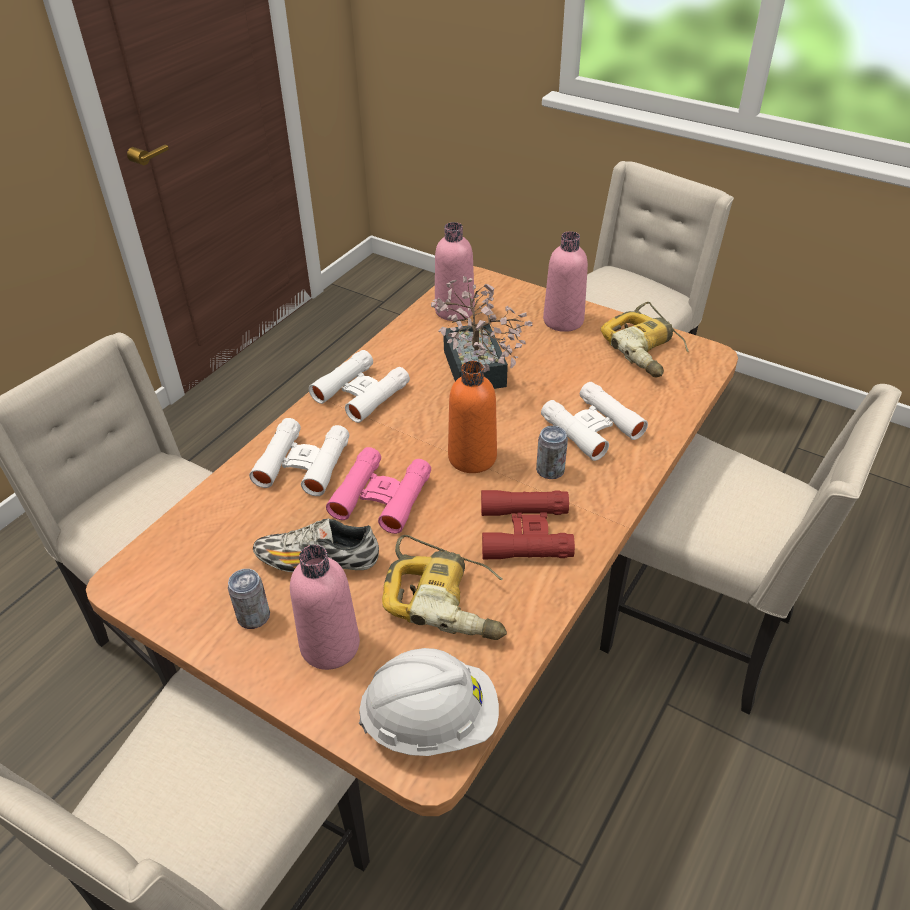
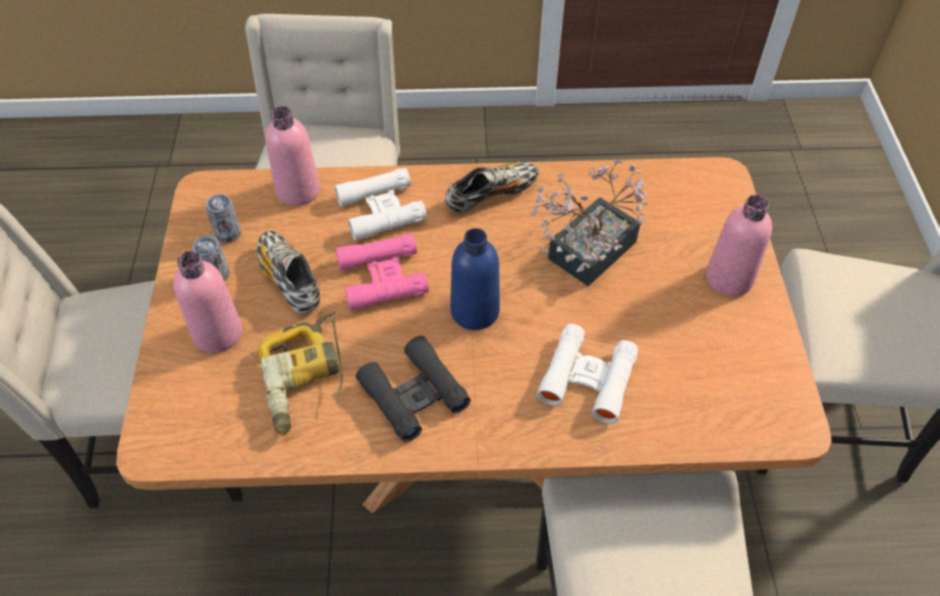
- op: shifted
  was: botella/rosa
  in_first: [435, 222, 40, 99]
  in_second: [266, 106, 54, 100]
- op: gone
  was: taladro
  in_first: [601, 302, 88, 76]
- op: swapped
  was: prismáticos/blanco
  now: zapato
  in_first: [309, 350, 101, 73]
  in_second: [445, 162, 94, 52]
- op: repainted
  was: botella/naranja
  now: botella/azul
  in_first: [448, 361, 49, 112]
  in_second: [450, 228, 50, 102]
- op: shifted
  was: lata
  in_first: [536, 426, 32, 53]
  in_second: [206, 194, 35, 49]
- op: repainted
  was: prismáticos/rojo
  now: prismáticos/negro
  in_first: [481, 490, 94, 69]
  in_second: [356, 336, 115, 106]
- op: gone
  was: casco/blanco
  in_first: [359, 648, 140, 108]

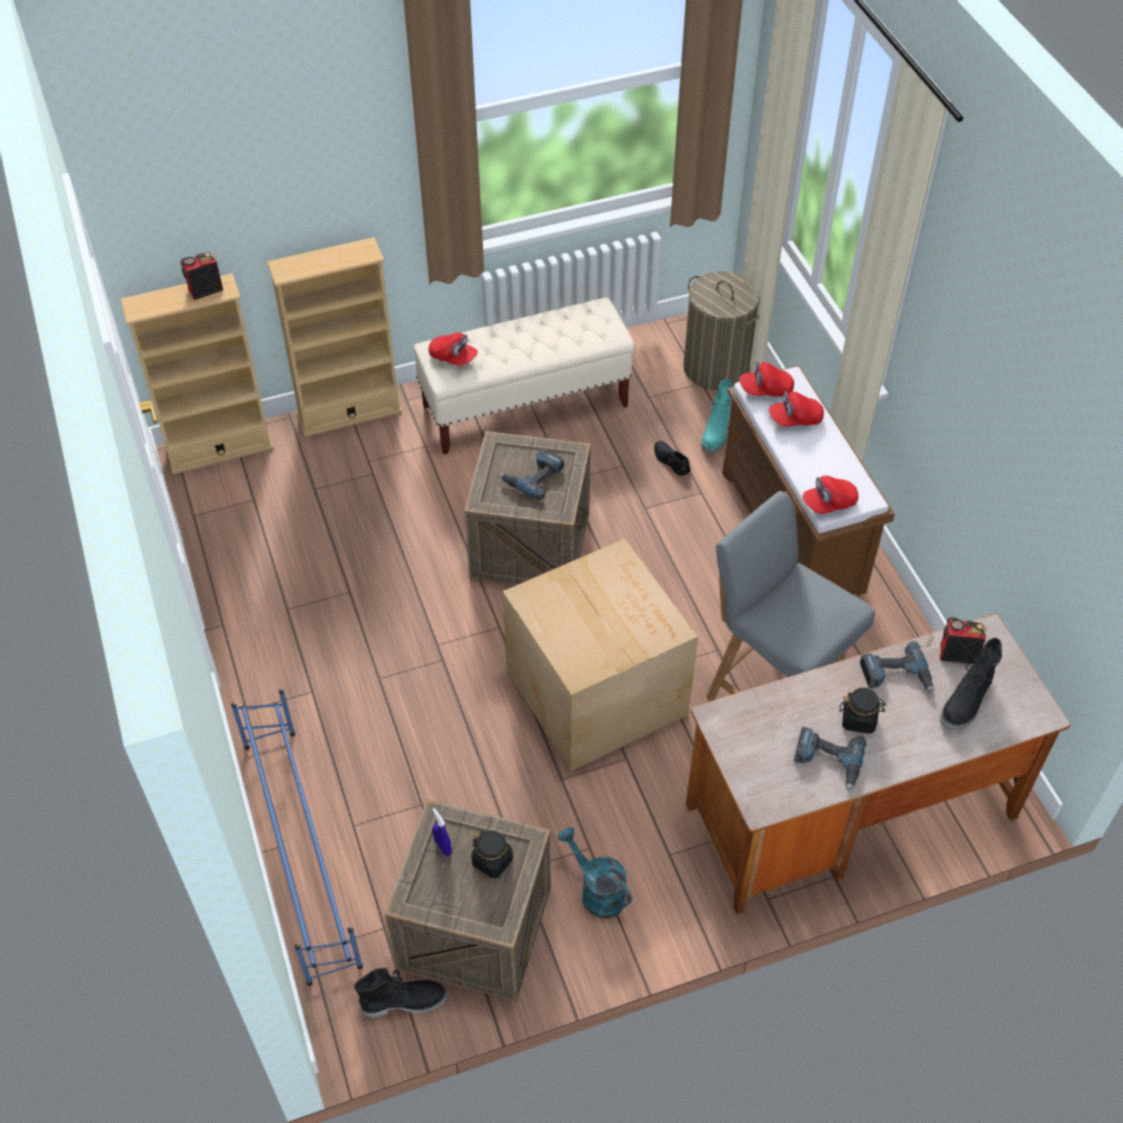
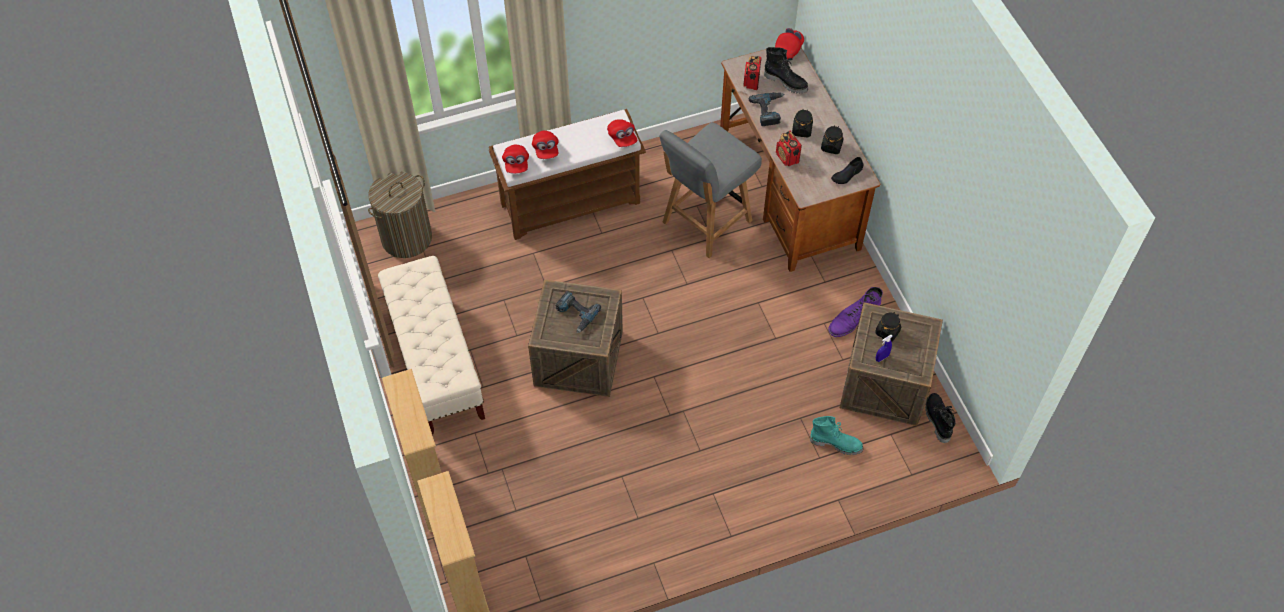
- op: shifted
  was: radio
  in_first: [181, 252, 42, 48]
  in_second: [776, 131, 26, 35]
- op: shifted
  was: gorra/rojo
  in_first: [428, 332, 50, 34]
  in_second: [775, 28, 29, 31]
- op: shifted
  was: bota/turquesa
  in_first: [701, 379, 31, 75]
  in_second: [810, 416, 53, 39]
- op: shifted
  was: zapato/negro
  in_first: [654, 441, 37, 35]
  in_second: [831, 157, 33, 27]
- op: gone
  was: caja de cartón
  in_first: [503, 539, 195, 232]
- op: gone
  was: zapatero/azul
  in_first: [231, 689, 132, 297]
- op: swapped
  was: taladro
  now: tarro/negro
  in_first: [794, 727, 72, 65]
  in_second: [821, 125, 23, 29]
- op: swapped
  was: regadera/turquesa
  now: bota/morado
  in_first: [558, 827, 74, 91]
  in_second: [828, 287, 55, 50]

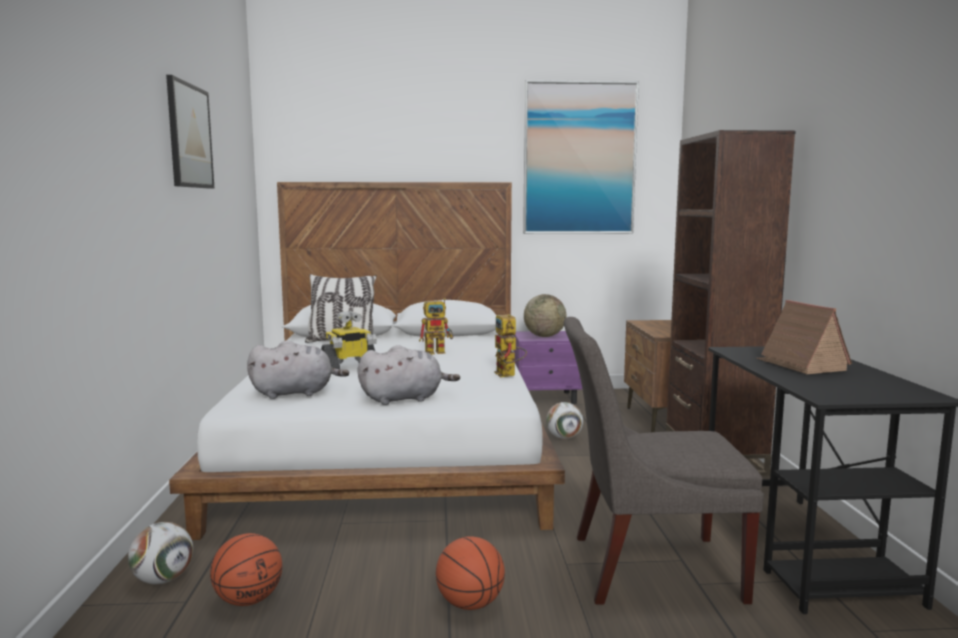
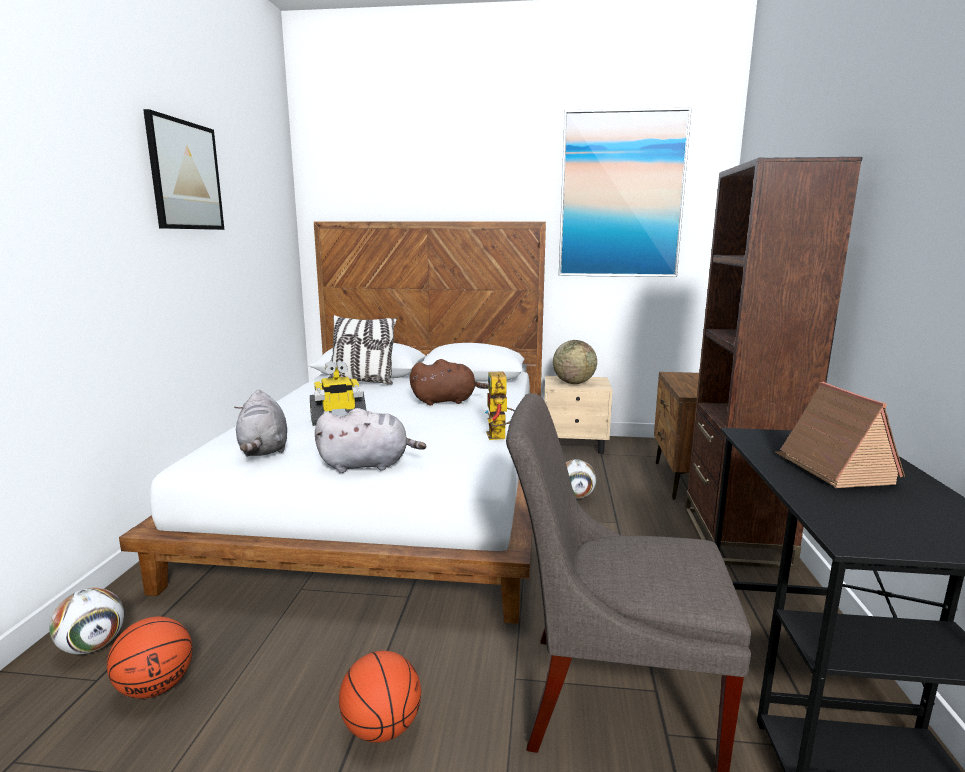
- op: swapped
  was: robot de juguete
  now: peluche/marrón
  in_first: [419, 298, 34, 56]
  in_second: [410, 359, 78, 46]
- op: repainted
  was: mesita de noche/morado
  now: mesita de noche/beis
  in_first: [513, 331, 69, 73]
  in_second: [545, 376, 68, 78]
- op: rotated
  was: peluche/gris
  in_first: [247, 340, 102, 59]
  in_second: [234, 390, 53, 66]
  clockwise: 75

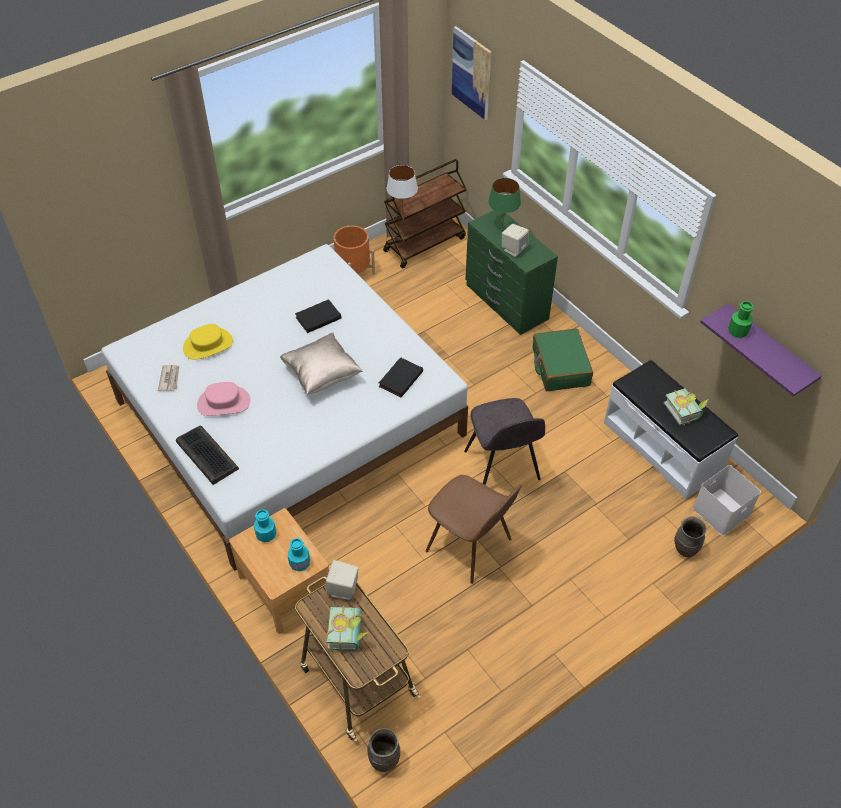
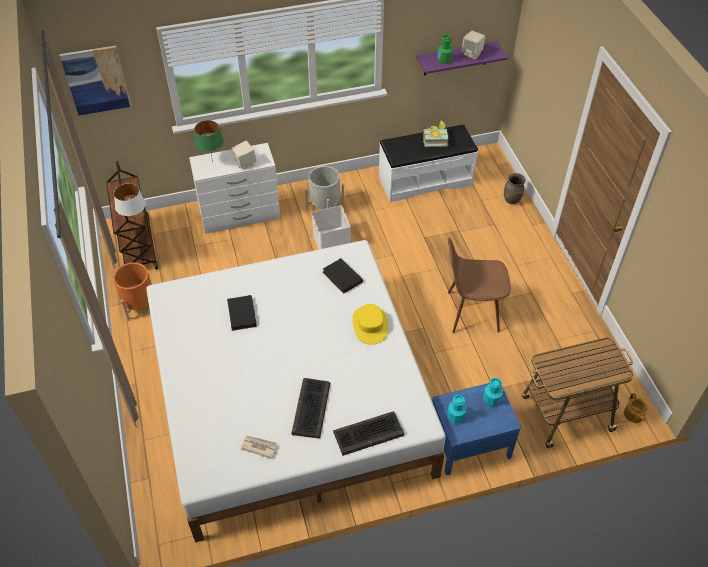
- op: repainted
  was: cómoda/verde
  now: cómoda/blanco
  in_first: [465, 210, 93, 125]
  in_second: [189, 143, 91, 91]
- op: shifted
  was: sombrero/amarillo
  in_first: [183, 324, 50, 36]
  in_second: [353, 304, 35, 41]
- op: swapped
  was: maleta/verde
  now: maceta/gris
  in_first: [533, 328, 60, 63]
  in_second: [305, 166, 39, 45]
- op: gone
  was: cojín/beis
  in_first: [280, 333, 83, 61]
- op: swapped
  was: sombrero/rosa
  now: teclado
  in_first: [197, 382, 53, 34]
  in_second: [291, 378, 39, 61]
- op: gone
  was: silla/gris
  in_first: [464, 398, 81, 87]
- op: shifted
  was: caja de almacenaje/blanco
  in_first: [693, 465, 68, 71]
  in_second: [312, 205, 38, 44]
- op: rotated
  was: silla/marrón
  in_first: [426, 475, 96, 109]
  in_second: [448, 237, 63, 96]
  clockwise: -150
- op: repainted
  was: mesita de noche/marrón
  now: mesita de noche/azul
  in_first: [229, 508, 104, 126]
  in_second: [432, 383, 89, 92]
- op: shifted
  was: altavoz/beis
  in_first: [326, 560, 32, 40]
  in_second: [462, 31, 24, 28]
- op: gone
  was: libro
  in_first: [326, 606, 43, 46]
- op: swapped
  was: florero/marrón
  now: tetera
  in_first: [367, 729, 33, 43]
  in_second: [624, 393, 24, 30]

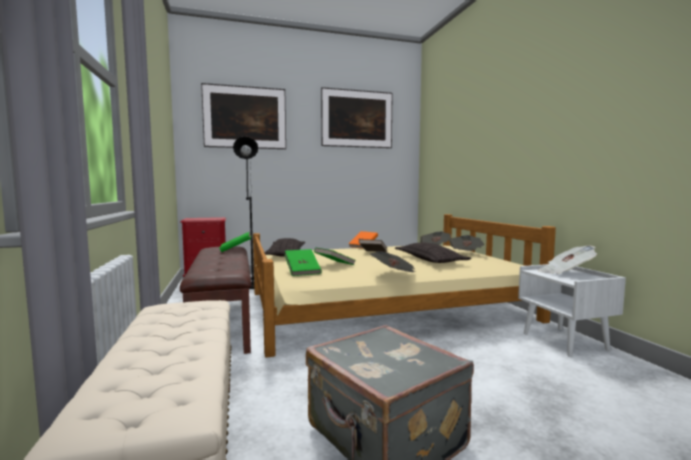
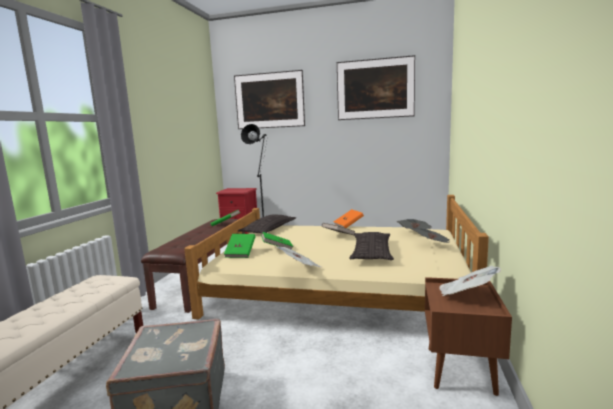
- op: repainted
  was: mesita de noche/blanco
  now: mesita de noche/marrón
  in_first: [518, 264, 108, 93]
  in_second: [425, 277, 87, 119]

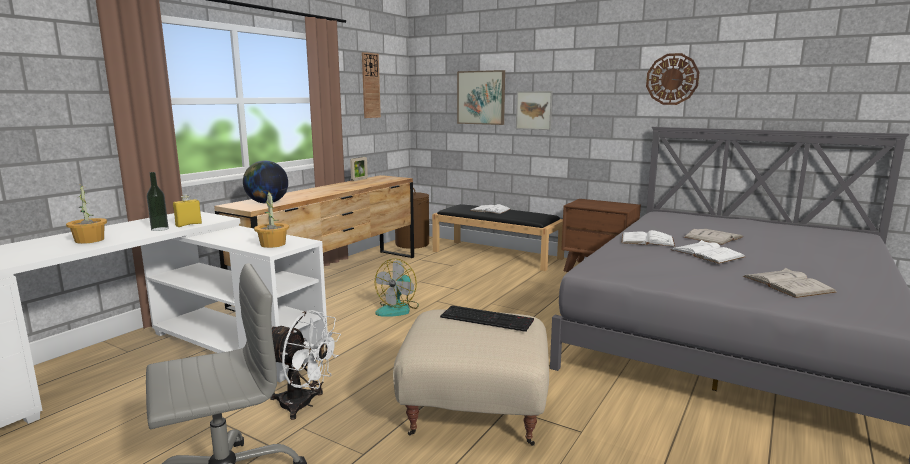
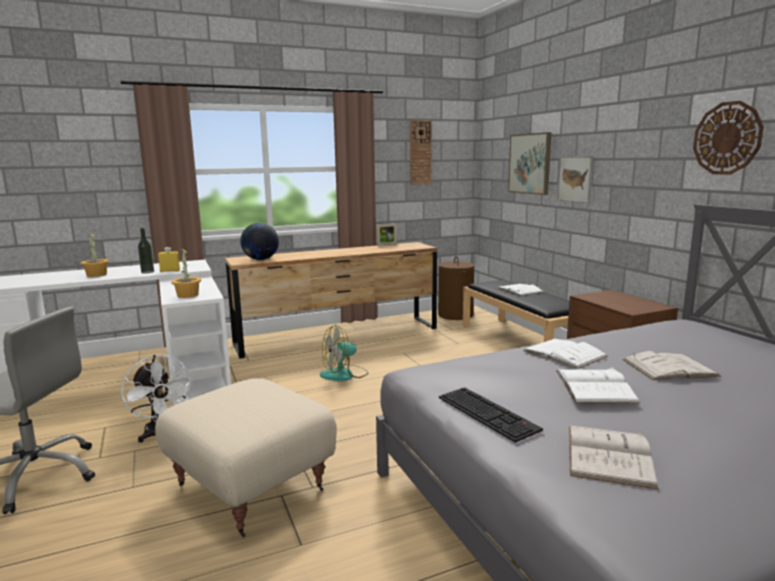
- op: shifted
  was: teclado
  in_first: [440, 305, 94, 27]
  in_second: [439, 387, 104, 56]

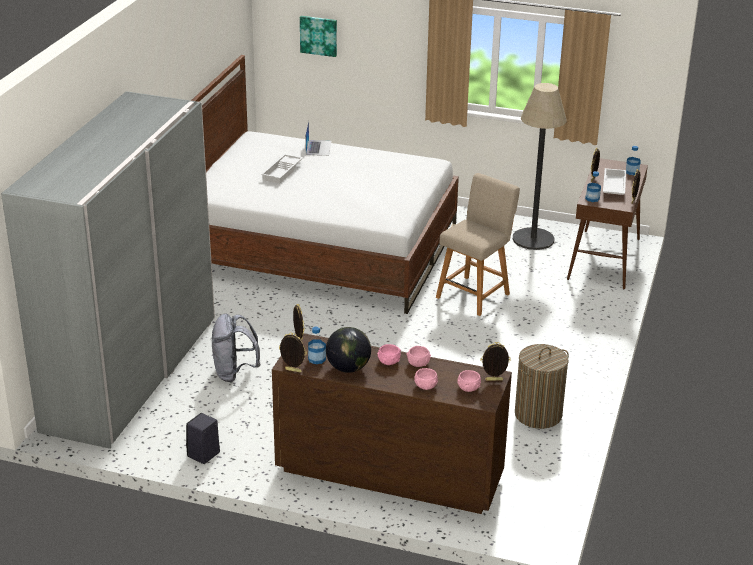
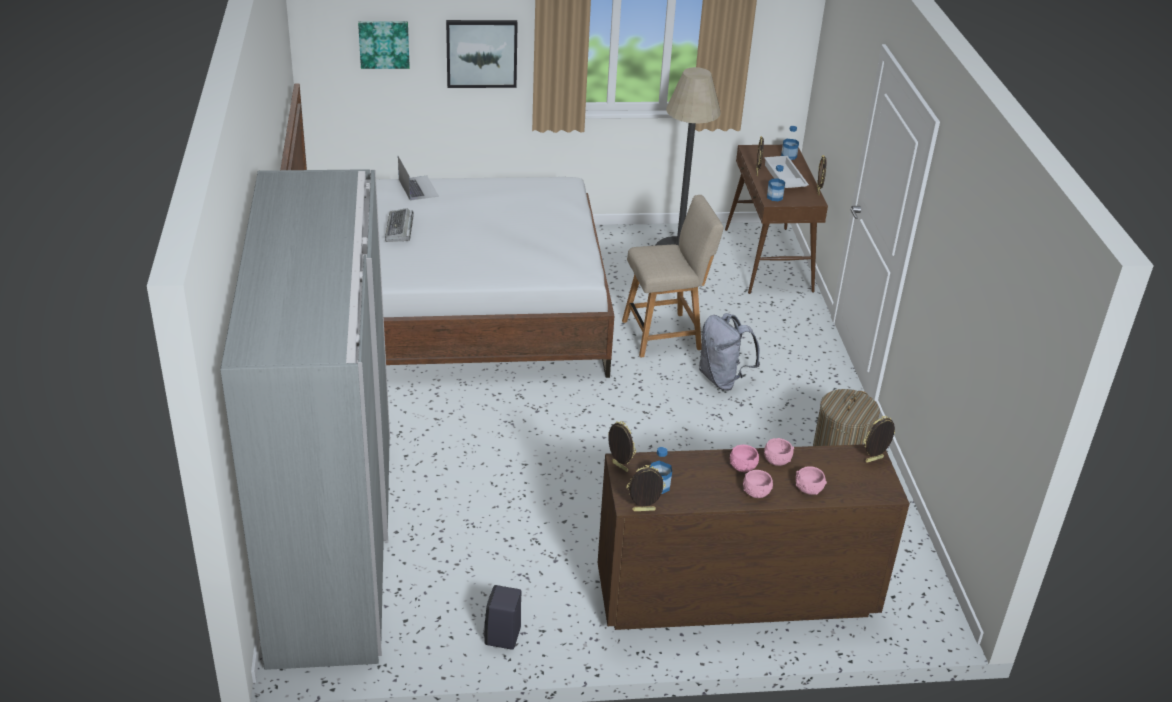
- op: swapped
  was: bandeja/blanco
  now: teclado
  in_first: [261, 154, 42, 30]
  in_second: [385, 208, 29, 34]
- op: rotated
  was: silla/beis
  in_first: [436, 173, 84, 143]
  in_second: [622, 195, 101, 162]
  clockwise: 60
- op: shifted
  was: mochila/gris
  in_first: [212, 314, 48, 68]
  in_second: [699, 313, 61, 78]
- op: gone
  was: globo terráqueo
  in_first: [326, 327, 45, 46]
- op: shifted
  was: cuenco/rosa
  in_first: [457, 370, 24, 22]
  in_second: [743, 470, 30, 28]
- op: new
  now: cuadro
  in_second: [446, 20, 72, 68]

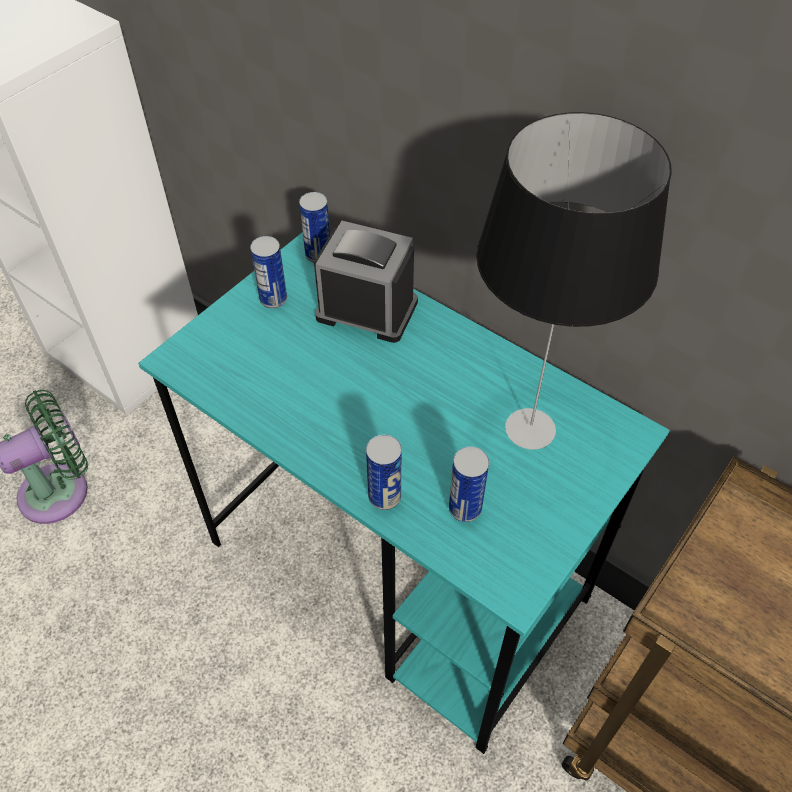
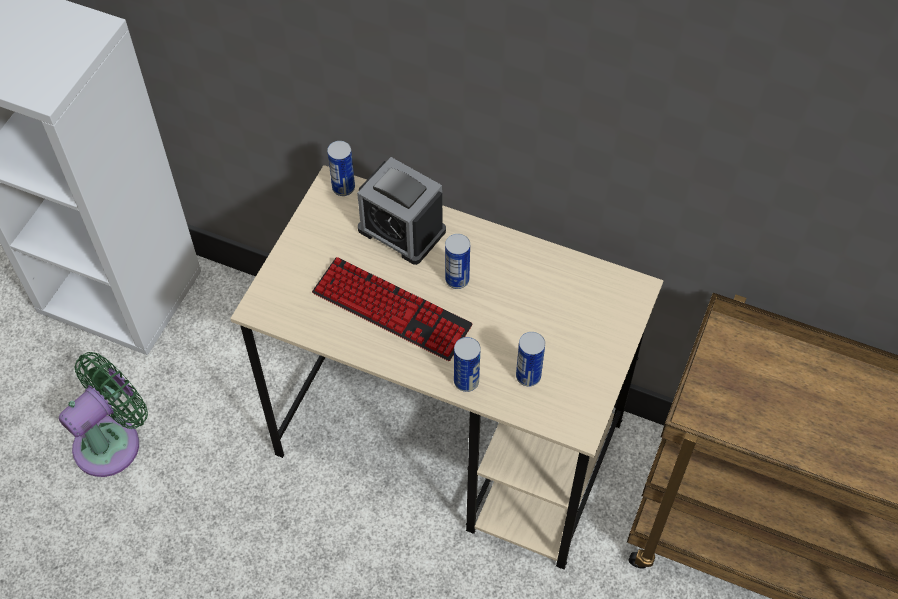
- op: gone
  was: lámpara de mesa
  in_first: [476, 112, 196, 337]
- op: rotated
  was: despertador
  in_first: [314, 221, 104, 122]
  in_second: [357, 157, 89, 108]
  clockwise: -150
- op: repainted
  was: escritorio/turquesa
  now: escritorio/beis
  in_first: [138, 232, 532, 522]
  in_second: [230, 165, 433, 405]
- op: shifted
  was: lata
  in_first: [250, 236, 37, 73]
  in_second: [445, 234, 25, 55]
- op: new
  now: teclado
  in_second: [312, 257, 161, 104]

